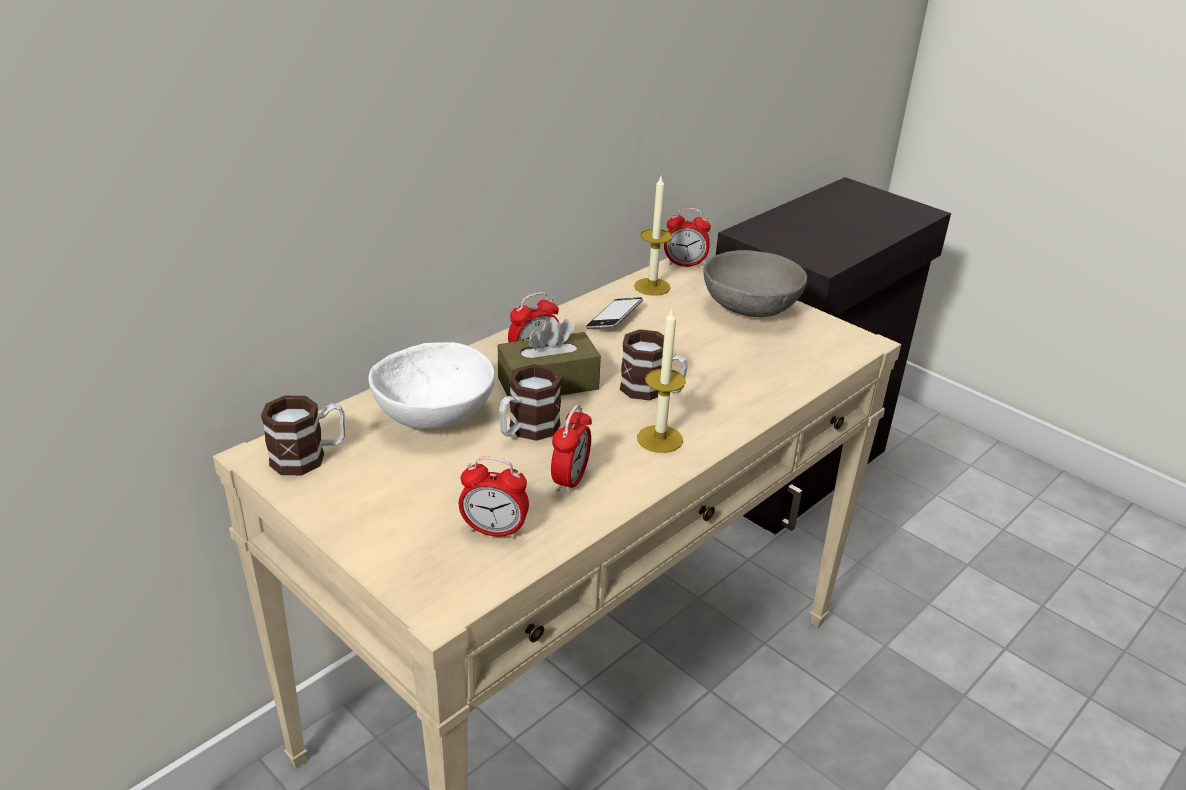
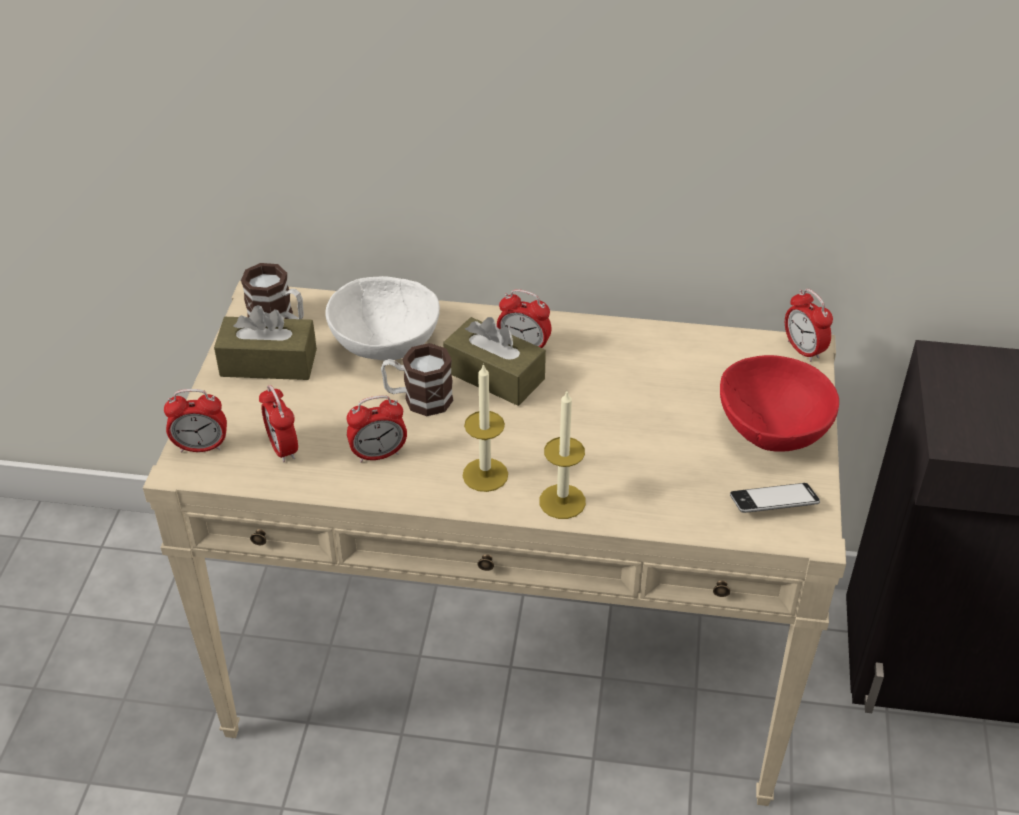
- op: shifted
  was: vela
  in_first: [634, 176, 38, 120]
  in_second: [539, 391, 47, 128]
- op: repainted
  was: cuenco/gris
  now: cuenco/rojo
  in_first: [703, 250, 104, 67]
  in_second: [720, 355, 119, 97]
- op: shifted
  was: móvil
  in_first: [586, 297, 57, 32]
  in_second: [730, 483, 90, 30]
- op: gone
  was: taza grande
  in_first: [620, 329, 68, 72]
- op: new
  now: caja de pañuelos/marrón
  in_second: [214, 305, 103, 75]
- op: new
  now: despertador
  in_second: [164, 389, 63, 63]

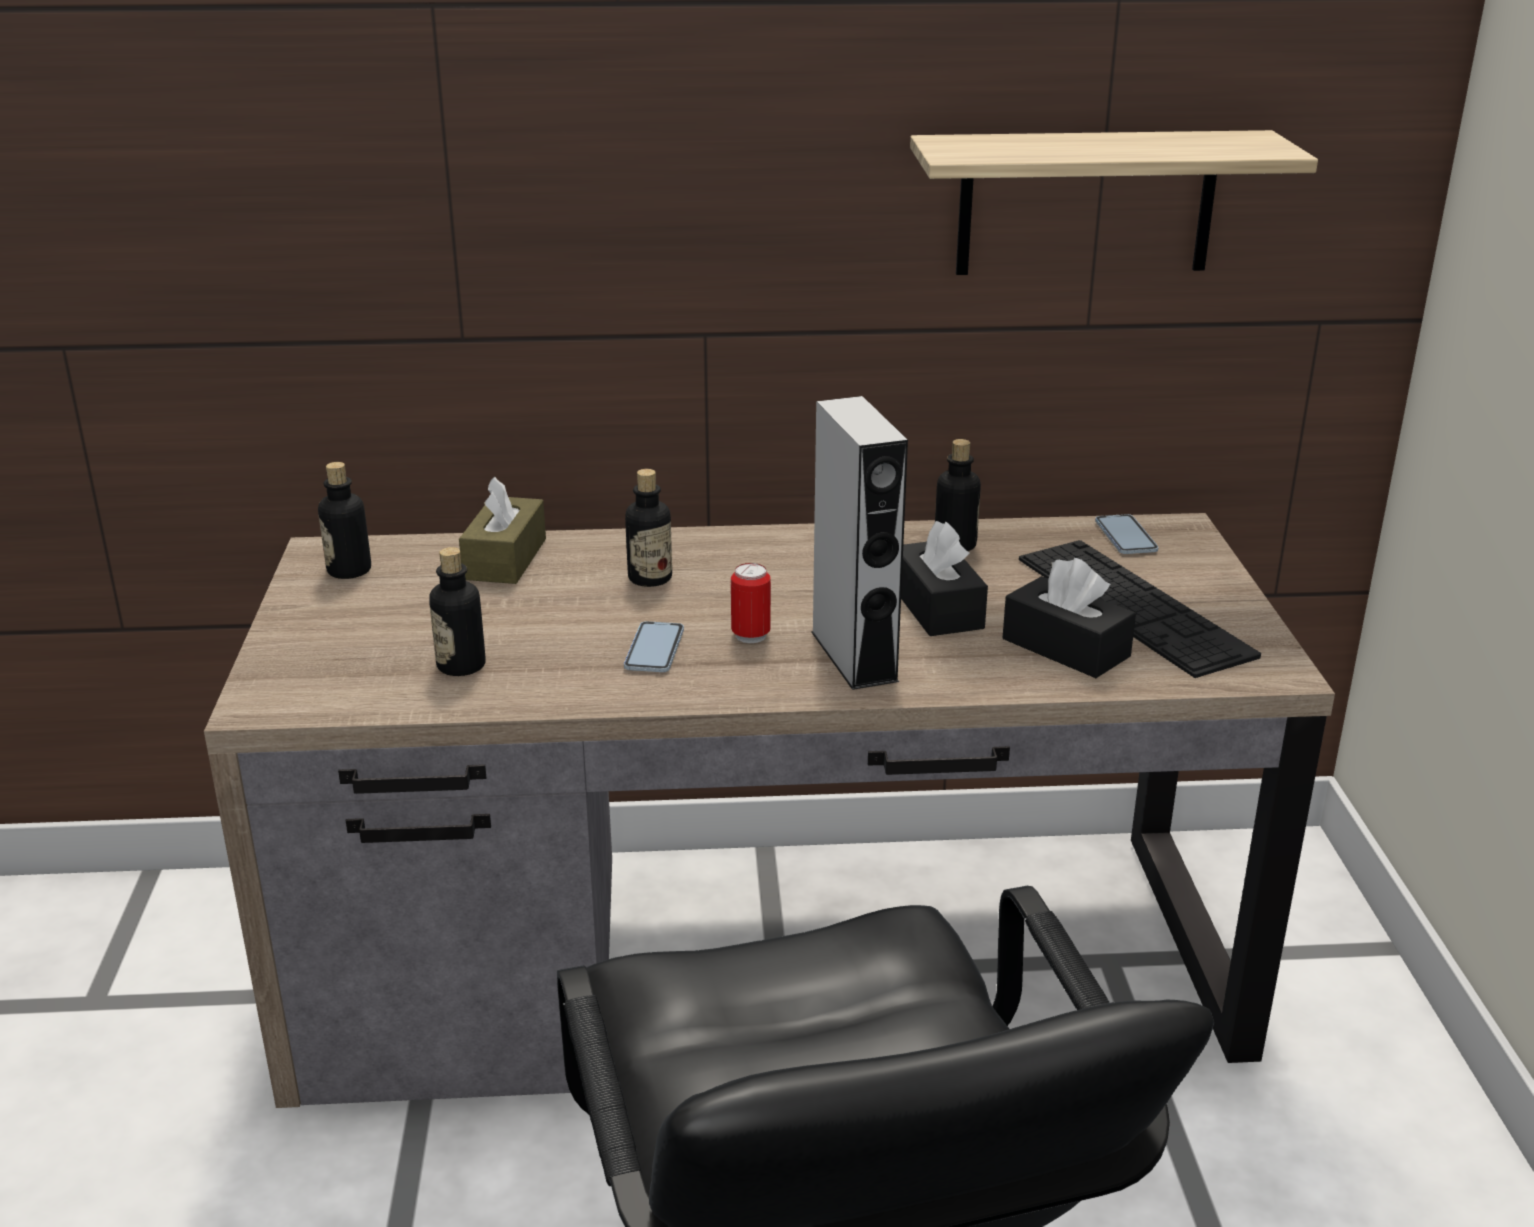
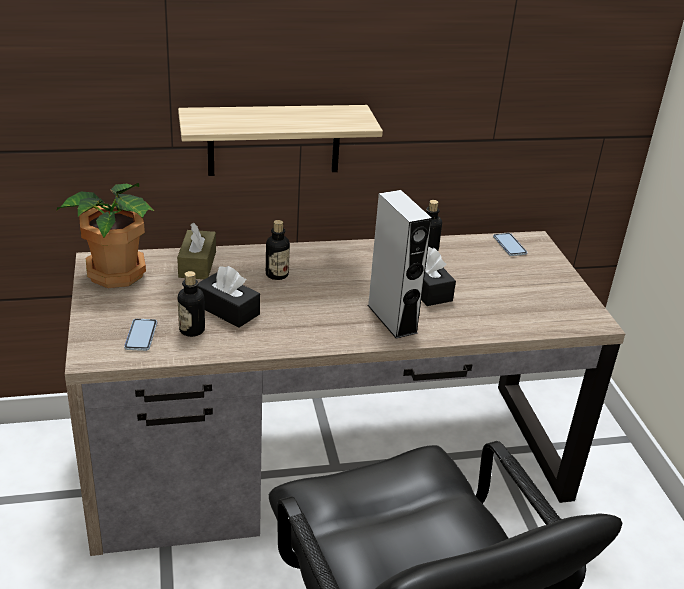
- op: shifted
  was: estante
  in_first: [910, 130, 408, 145]
  in_second: [178, 105, 205, 71]
- op: swapped
  was: botella
  now: planta en maceta
  in_first: [318, 462, 53, 117]
  in_second: [56, 183, 98, 105]
- op: gone
  was: teclado
  in_first: [1019, 540, 242, 138]
- op: shifted
  was: caja de pañuelos/negro
  in_first: [1003, 558, 133, 120]
  in_second: [197, 266, 63, 62]
- op: gone
  was: lata
  in_first: [731, 563, 40, 80]
- op: shifted
  was: móvil
  in_first: [624, 621, 60, 51]
  in_second: [124, 319, 33, 32]

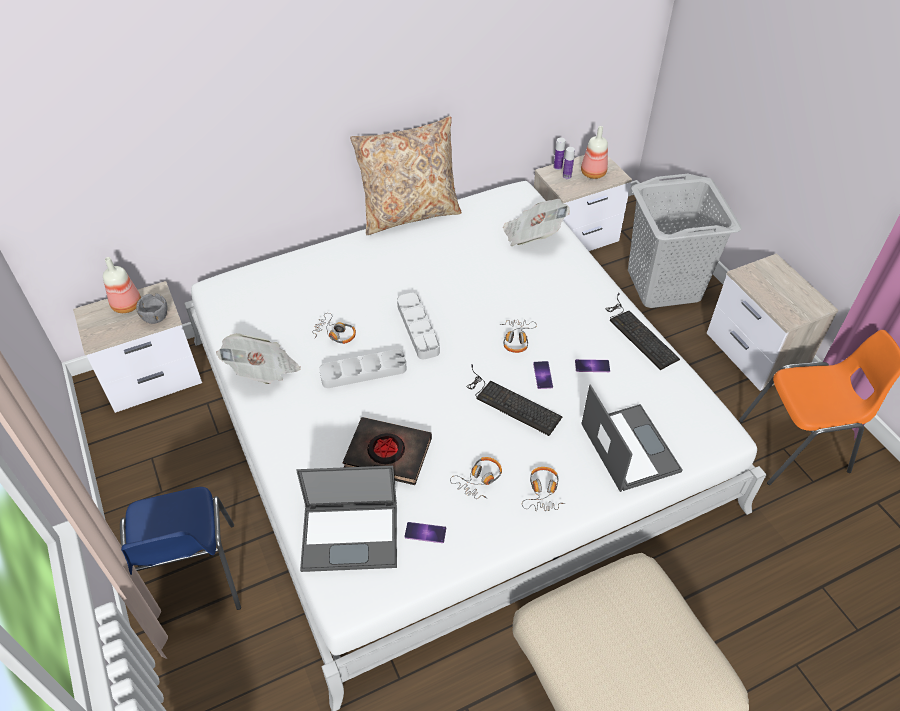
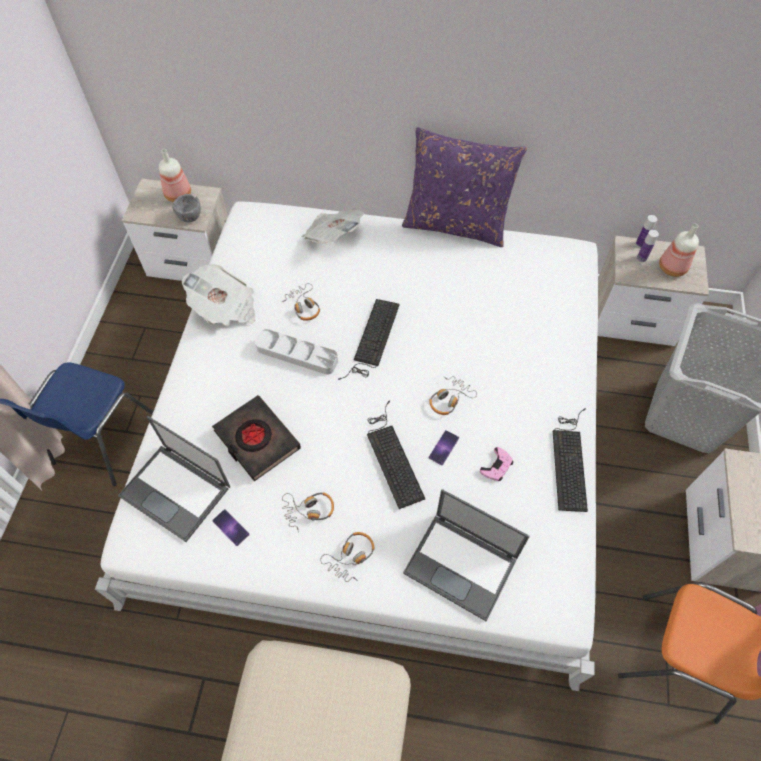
- op: repainted
  was: cojín/beis
  now: cojín/morado
  in_first: [350, 116, 112, 119]
  in_second: [402, 127, 125, 120]
- op: shifted
  was: periódico
  in_first: [503, 199, 67, 47]
  in_second: [302, 209, 62, 35]
- op: swapped
  was: bandeja/gris
  now: teclado
  in_first: [397, 293, 43, 66]
  in_second: [338, 299, 62, 81]
- op: swapped
  was: móvil
  now: mando de consola/rosa
  in_first: [575, 359, 35, 13]
  in_second: [480, 447, 33, 34]
- op: rotated
  was: portátil
  in_first: [581, 384, 101, 108]
  in_second: [403, 489, 127, 132]
  clockwise: 105

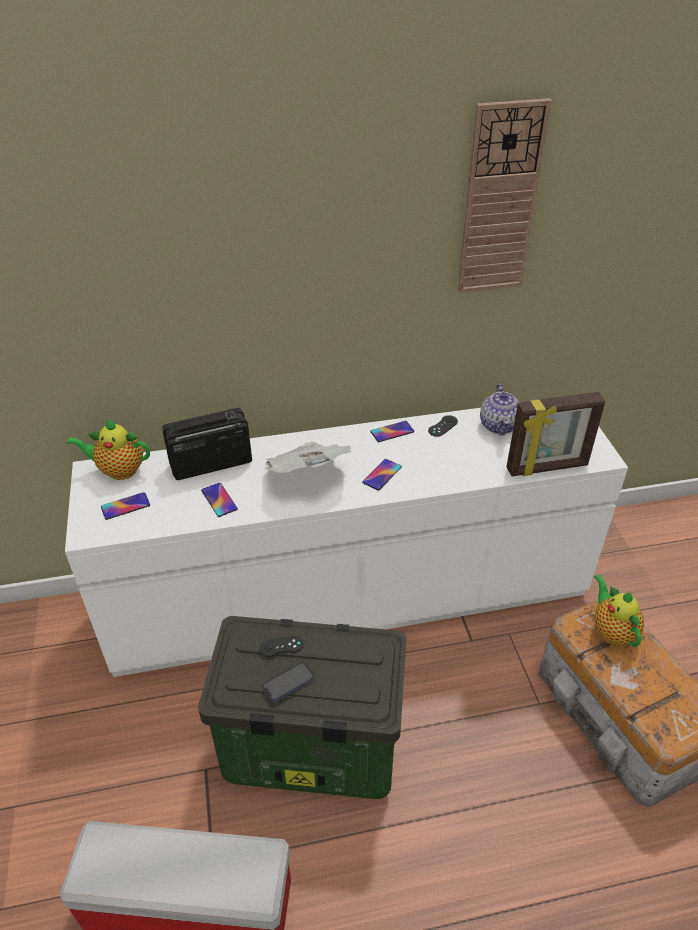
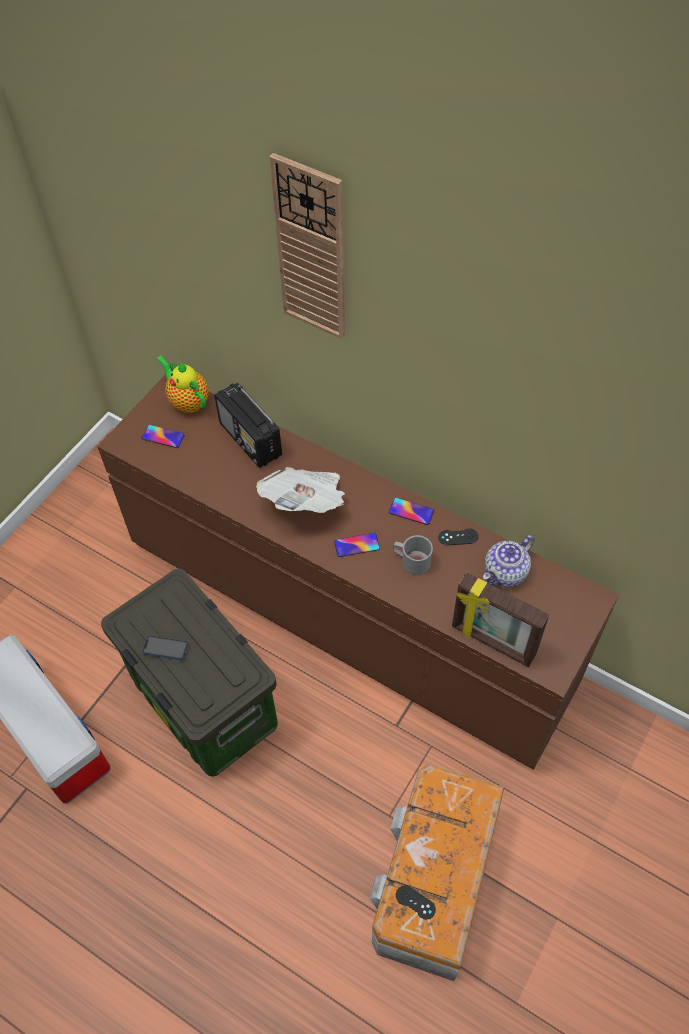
- op: shifted
  was: reloj de pared
  in_first: [458, 98, 94, 195]
  in_second: [269, 153, 76, 186]
- op: repainted
  was: cómoda/blanco
  now: cómoda/marrón
  in_first: [65, 408, 563, 269]
  in_second: [97, 374, 522, 396]
- op: rotated
  was: radio
  in_first: [163, 408, 89, 72]
  in_second: [214, 383, 68, 85]
  clockwise: -150
- op: gone
  was: móvil
  in_first: [201, 483, 37, 34]
- op: gone
  was: tetera
  in_first: [594, 574, 50, 73]
- op: shifted
  was: mando de consola/negro
  in_first: [259, 636, 45, 21]
  in_second: [396, 885, 40, 35]
- op: new
  now: taza grande/gris
  in_second: [393, 535, 40, 40]

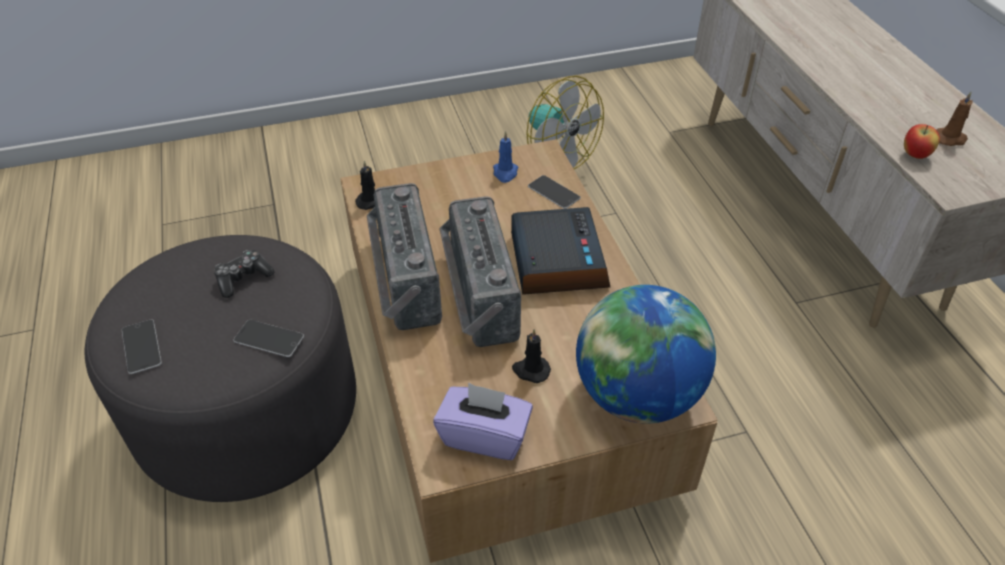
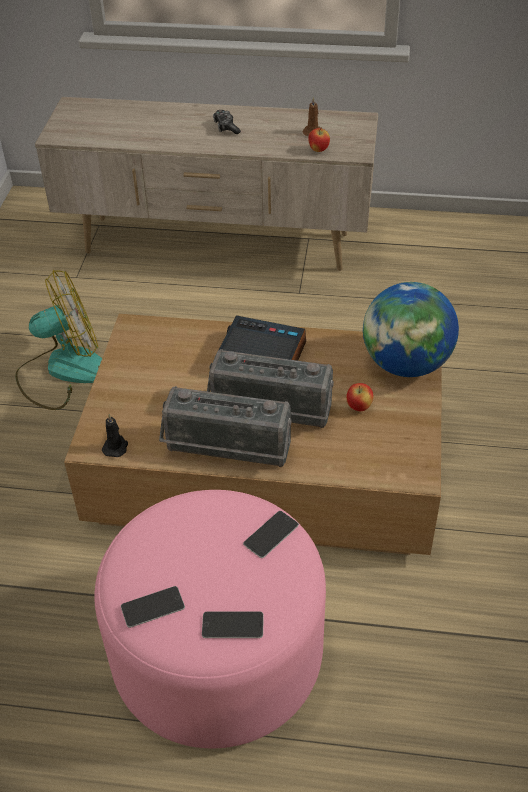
- op: gone
  was: vela/azul
  in_first: [493, 131, 25, 52]
- op: shifted
  was: móvil
  in_first: [528, 175, 53, 34]
  in_second: [121, 586, 64, 42]
- op: repainted
  was: puf/gris
  now: puf/rosa
  in_first: [85, 235, 271, 267]
  in_second: [94, 490, 232, 258]
- op: shifted
  was: mando de consola
  in_first: [214, 250, 60, 48]
  in_second: [213, 110, 28, 24]
- op: swapped
  was: vela/negro
  now: manzana
  in_first: [512, 329, 39, 54]
  in_second: [346, 383, 27, 28]
- op: gone
  was: caja de pañuelos/morado
  in_first: [433, 383, 100, 77]

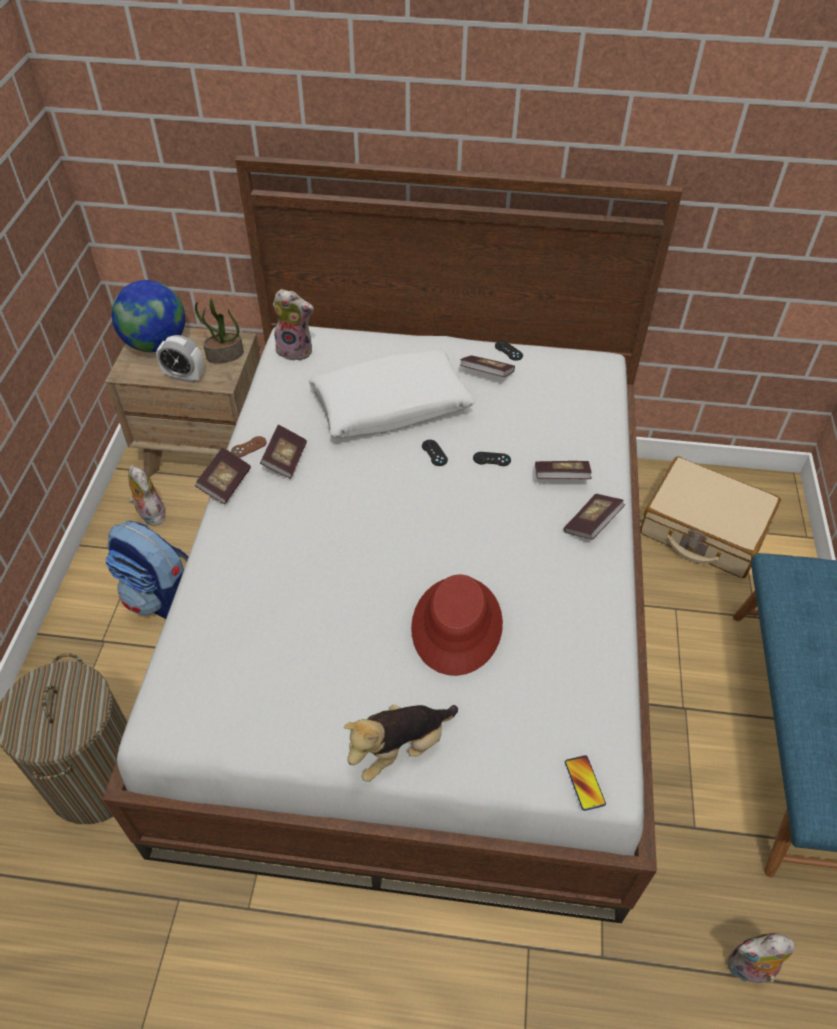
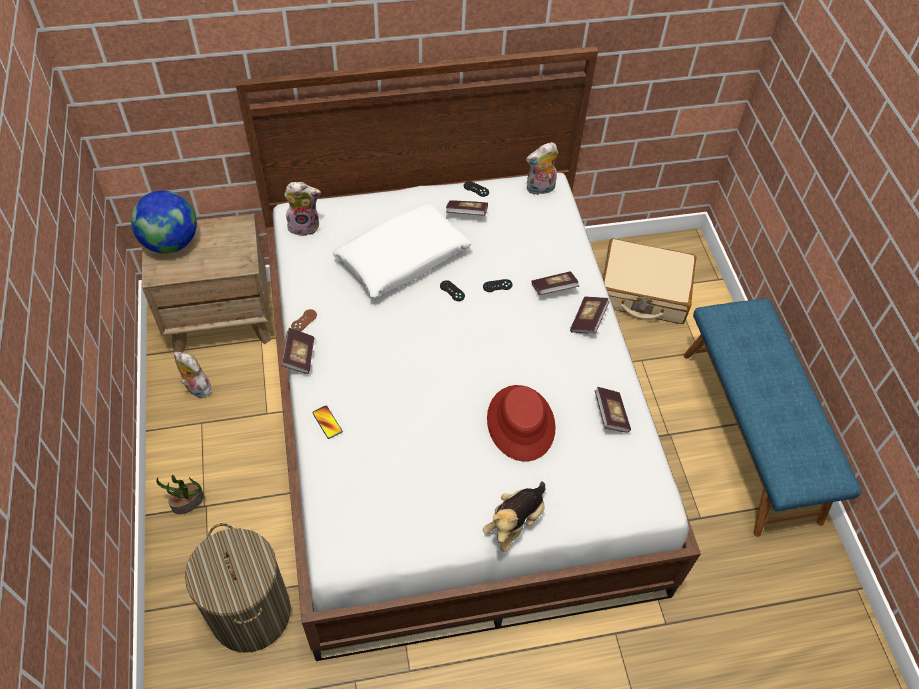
- op: shifted
  was: planta en maceta
  in_first: [195, 299, 49, 64]
  in_second: [156, 475, 48, 39]
- op: gone
  was: despertador
  in_first: [156, 335, 48, 48]
- op: shifted
  was: libro
  in_first: [260, 425, 47, 54]
  in_second: [595, 387, 36, 46]
- op: gone
  was: mochila
  in_first: [106, 521, 83, 98]
- op: shifted
  was: móvil
  in_first: [565, 755, 41, 56]
  in_second: [312, 406, 30, 33]
- op: shifted
  was: peluche
  in_first: [727, 933, 67, 50]
  in_second: [526, 142, 32, 53]

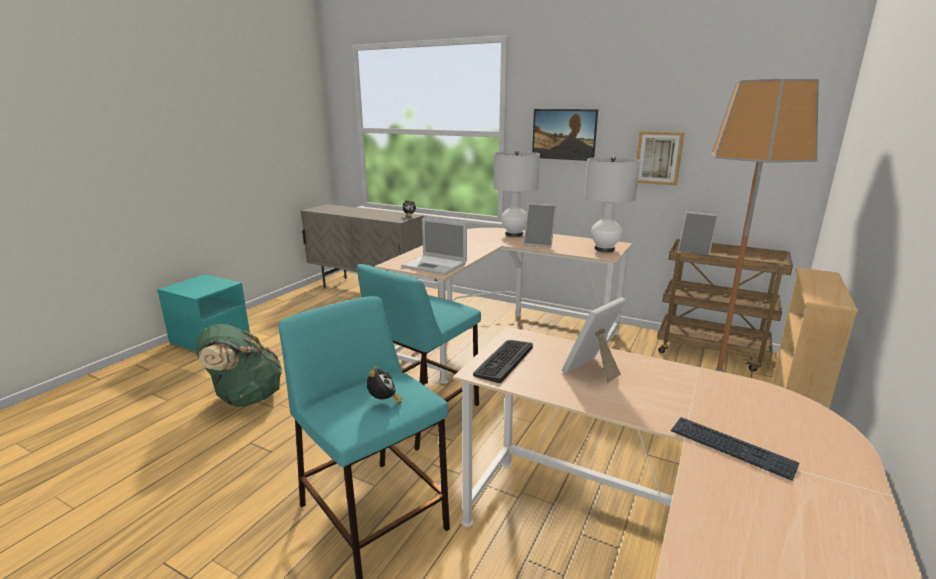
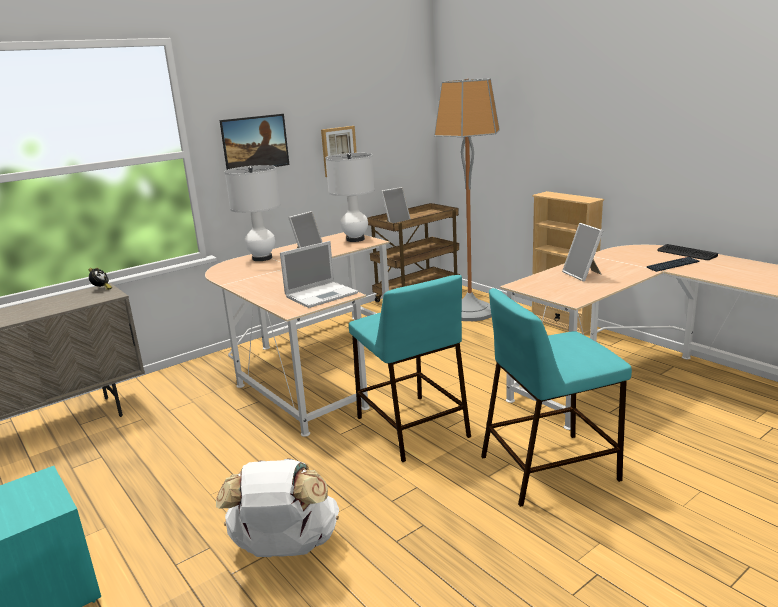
- op: repainted
  was: mochila/verde
  now: mochila/blanco
  in_first: [196, 324, 86, 83]
  in_second: [216, 458, 123, 99]
- op: shifted
  was: teclado
  in_first: [473, 340, 60, 43]
  in_second: [657, 244, 61, 16]
- op: gone
  was: despertador
  in_first: [367, 366, 35, 39]

